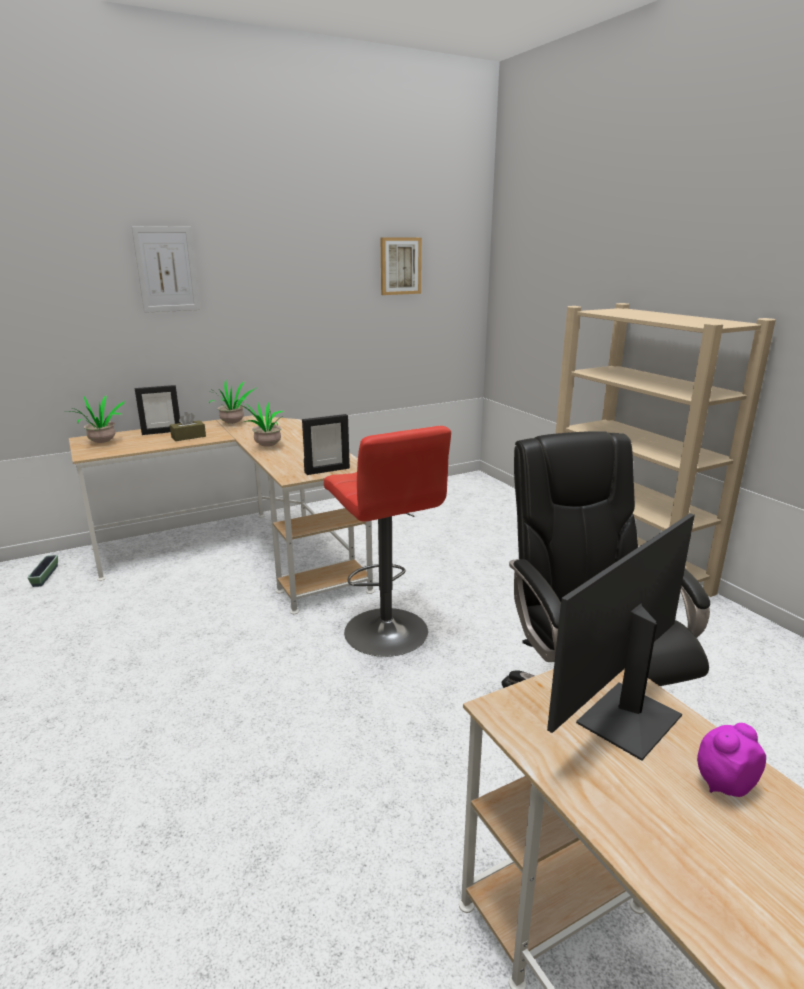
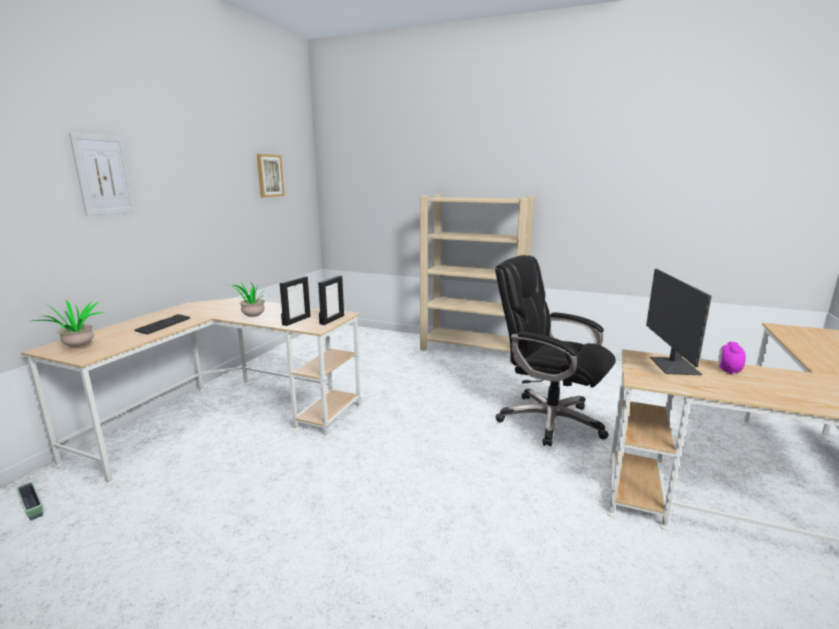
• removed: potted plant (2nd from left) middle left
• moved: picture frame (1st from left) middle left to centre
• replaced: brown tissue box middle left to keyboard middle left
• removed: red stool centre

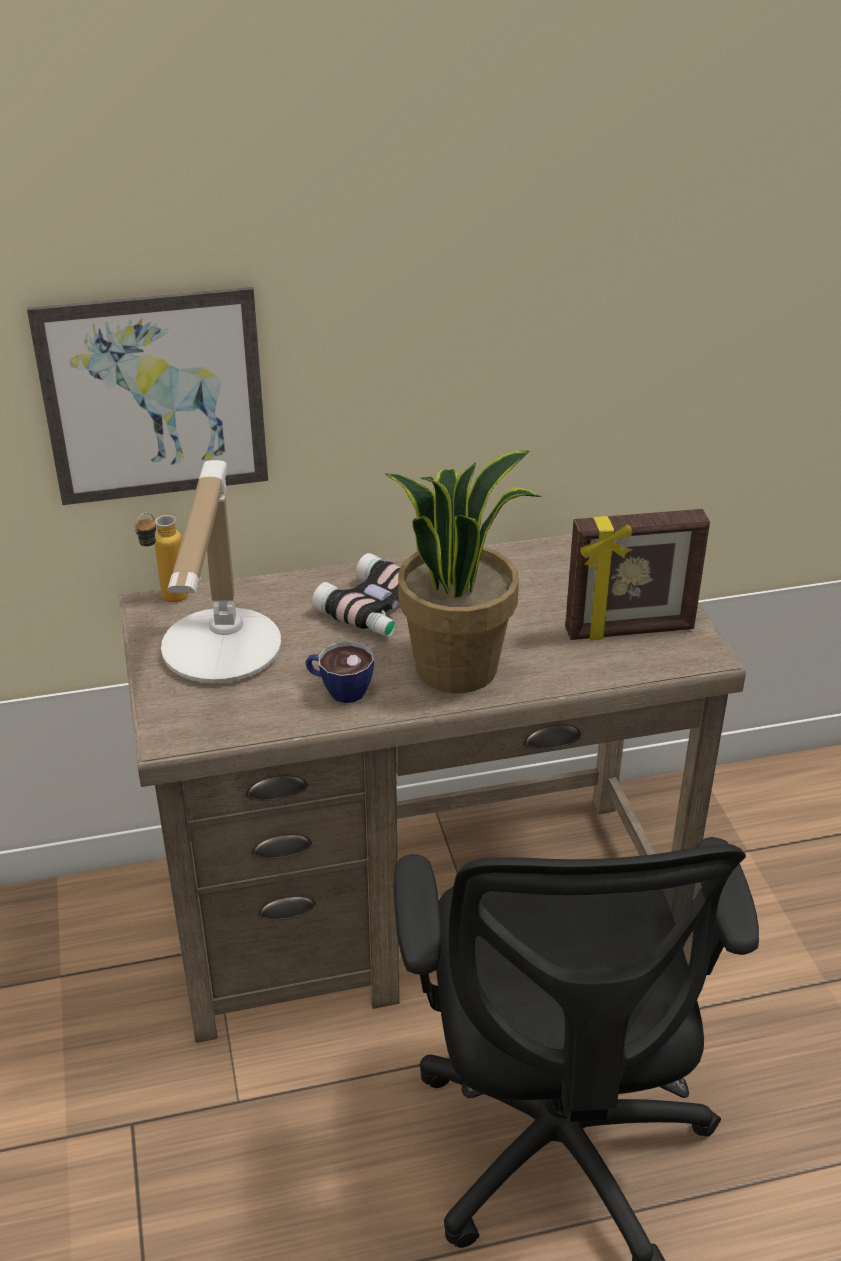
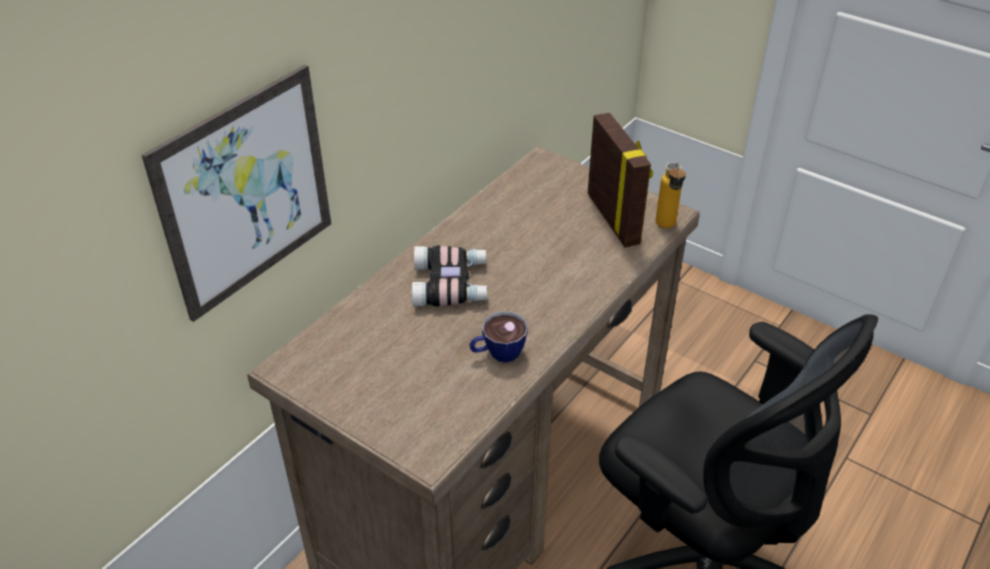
• removed: potted plant centre
• removed: table lamp middle left
• turned: picture frame middle right = top centre 60 degrees counterclockwise
• moved: bottle middle left to middle right

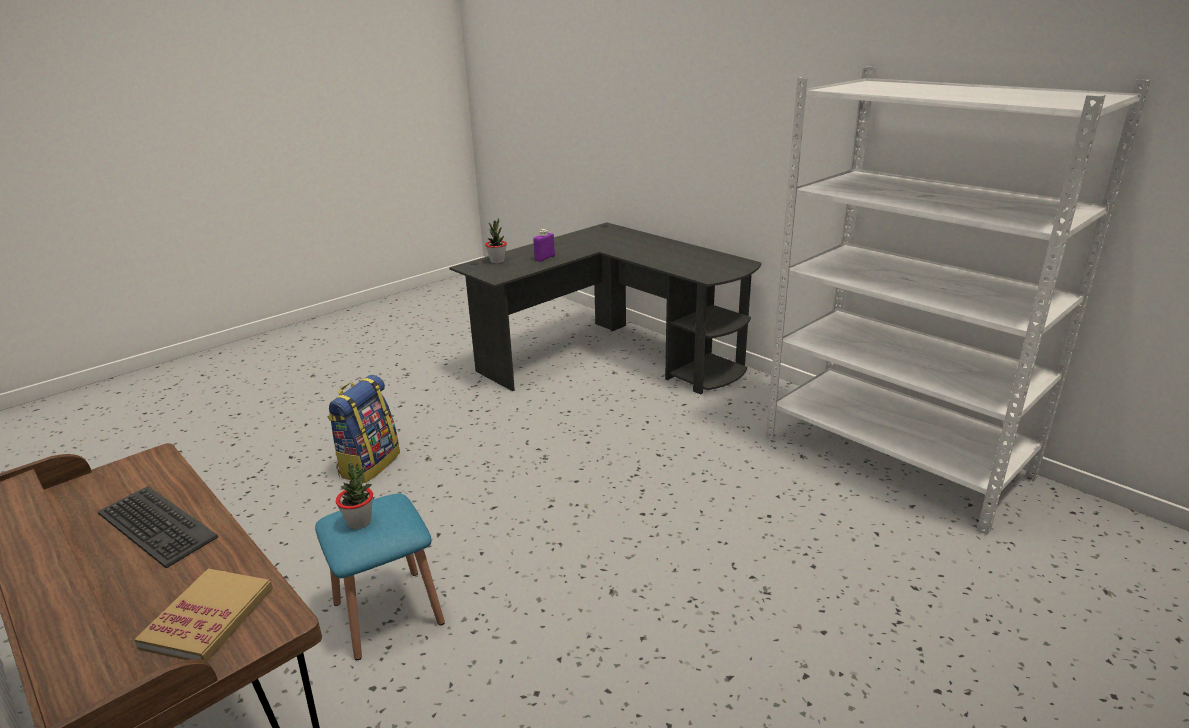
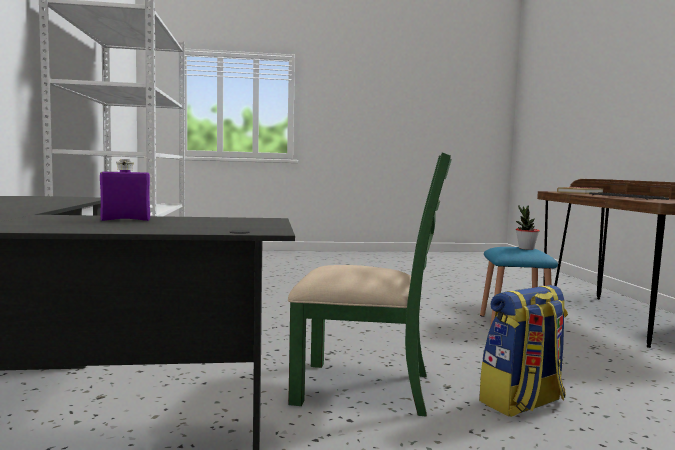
• removed: potted plant (2nd from left) top centre
• added: green chair centre

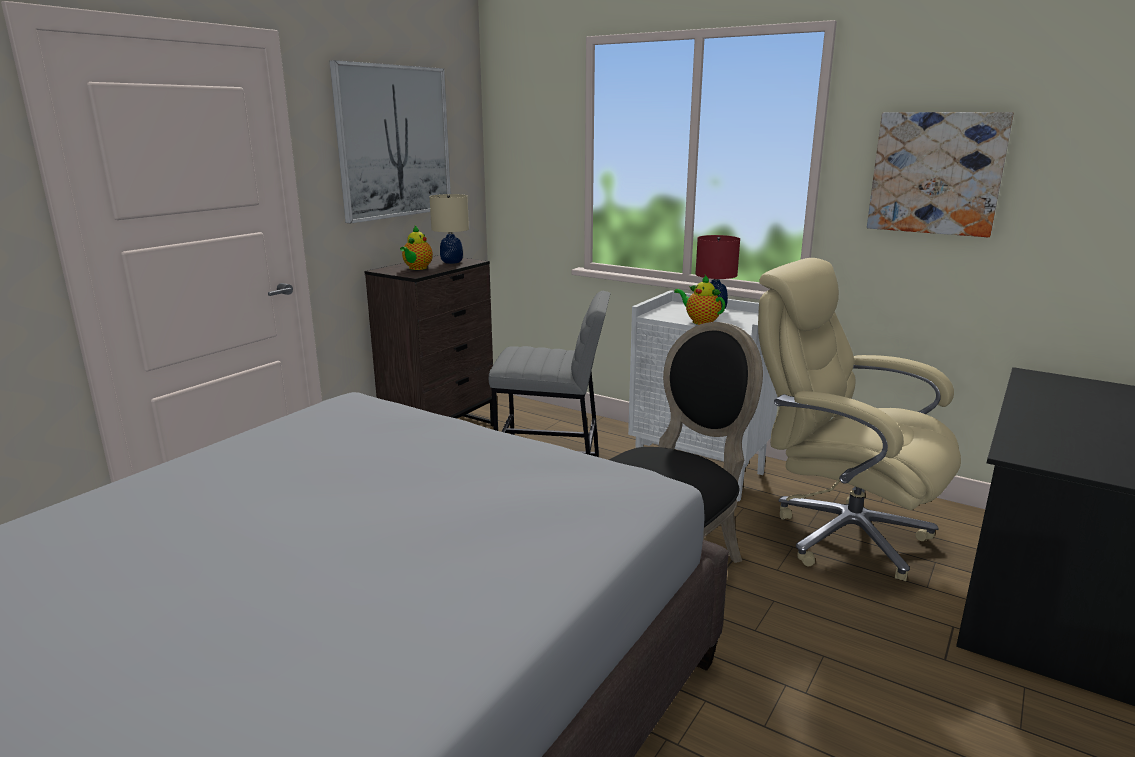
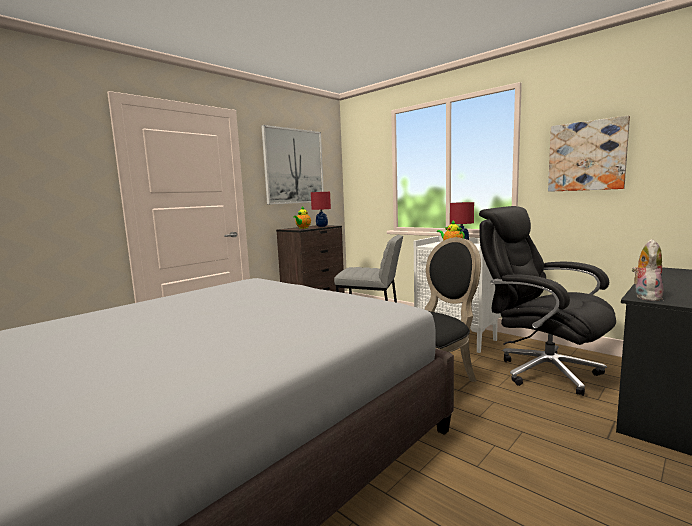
• recoloured: beige table lamp top centre to red table lamp (1st from left) centre
• recoloured: beige office chair middle right to black office chair middle right
• added: plush toy middle right

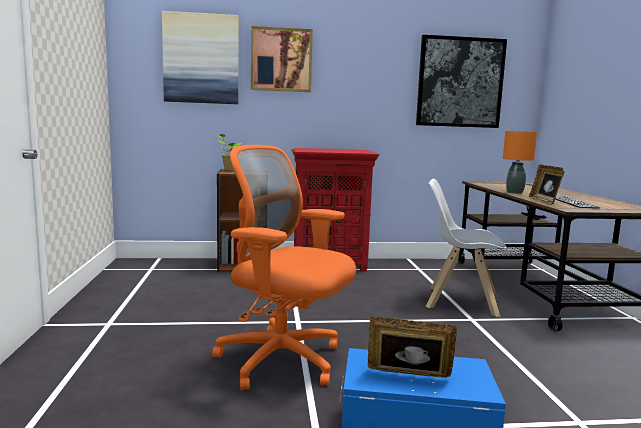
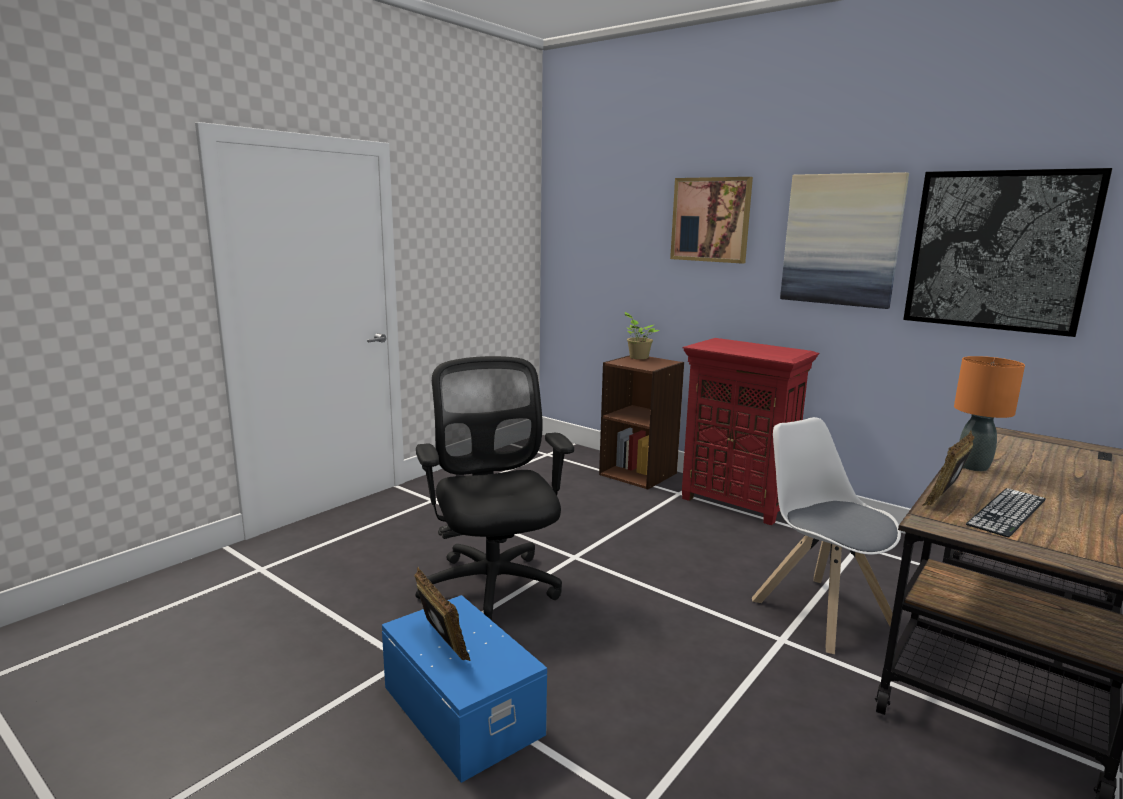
• moved: picture (1st from left in the first image) top left to picture (2nd from left) top right
• recoloured: orange office chair centre to black office chair centre

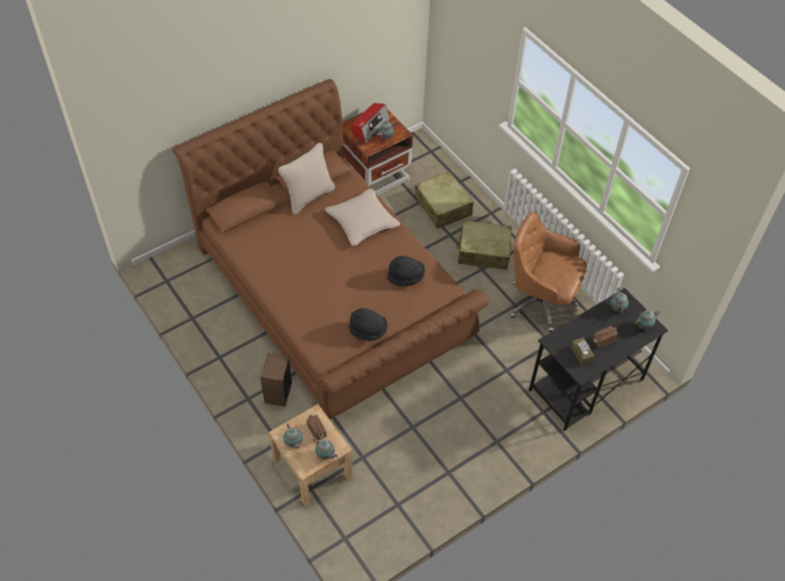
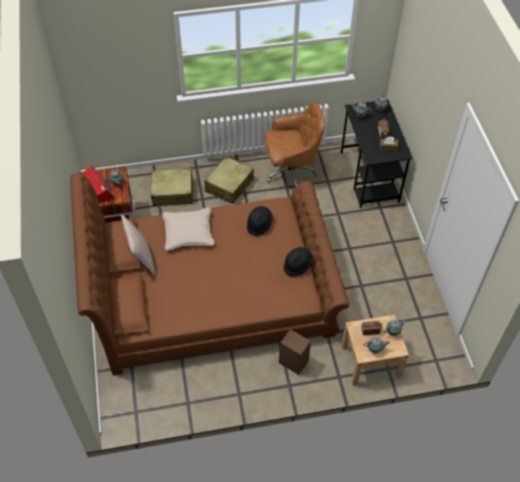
• turned: brown office chair middle right = top centre 150 degrees counterclockwise

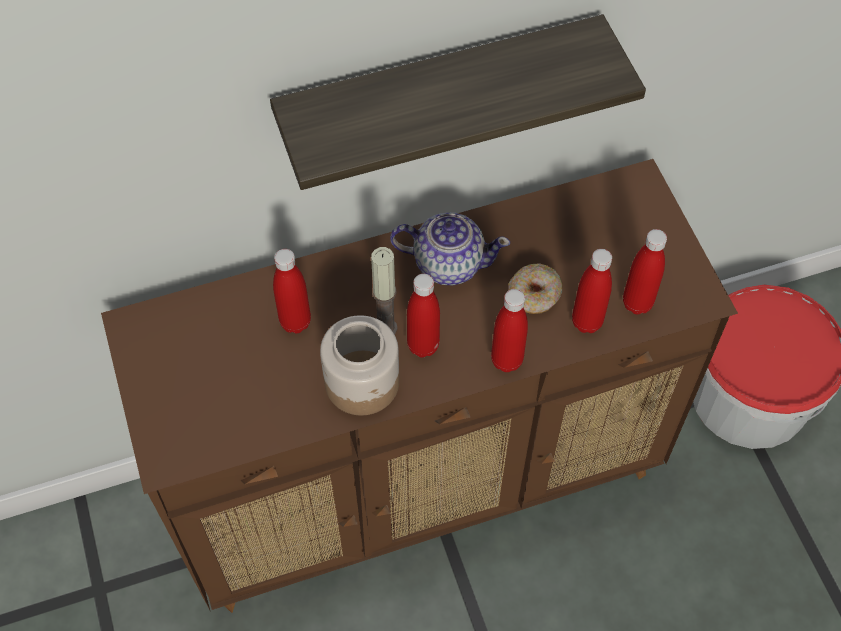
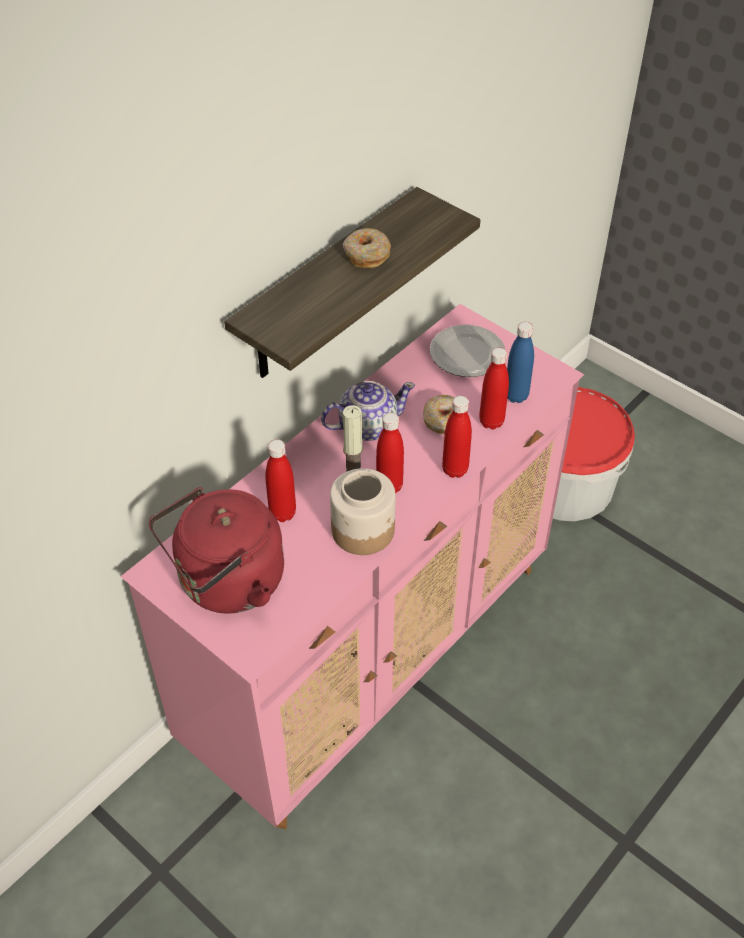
• recoloured: brown cabinet centre to pink cabinet centre
• recoloured: red bottle (5th from left) middle right to blue bottle middle right
• added: donut (1st from left) top centre
• added: plate centre
• added: red kettle middle left

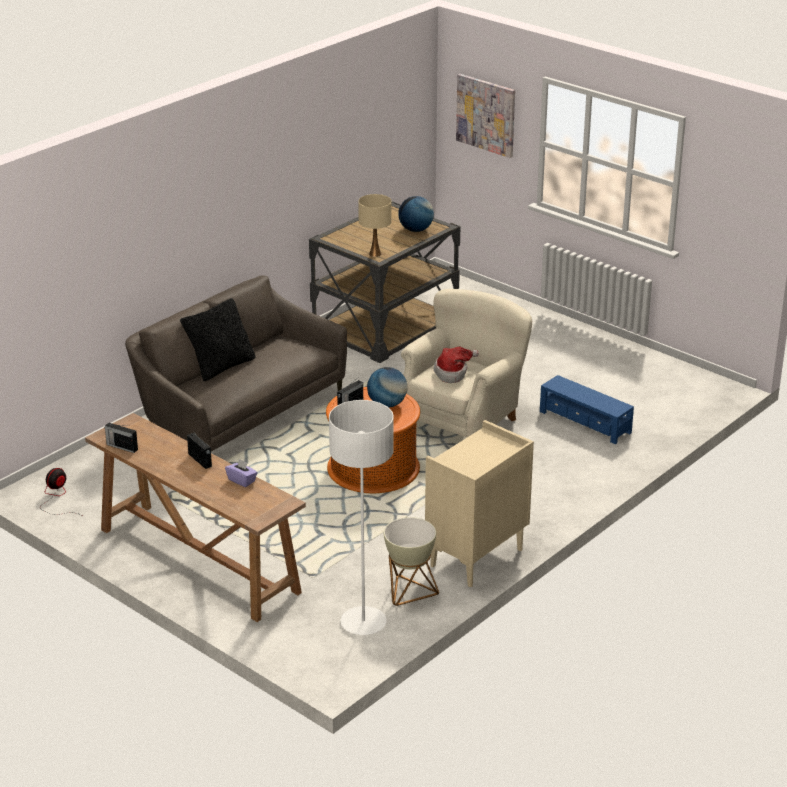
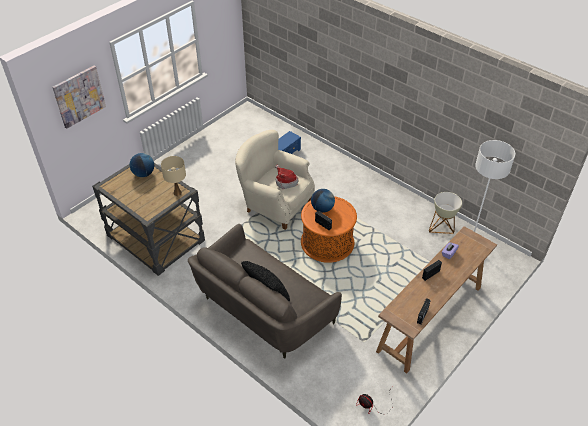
• removed: beige cabinet centre

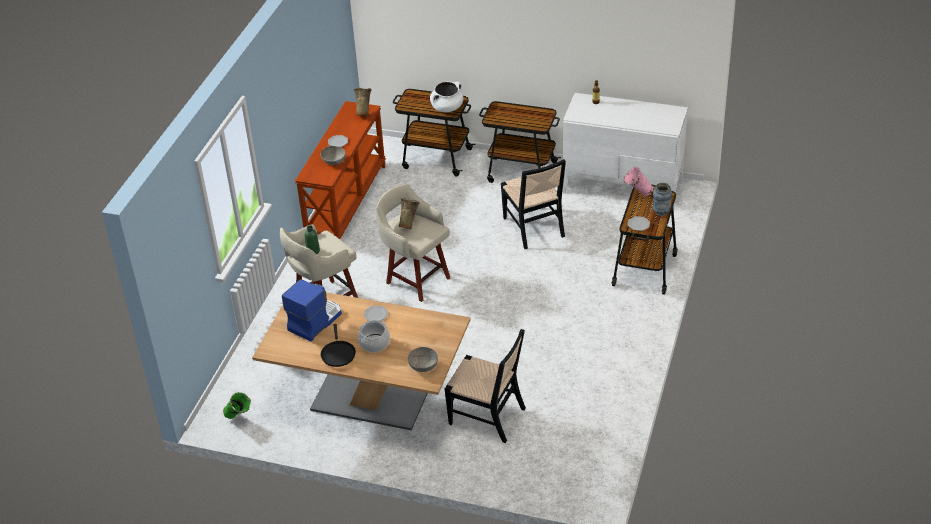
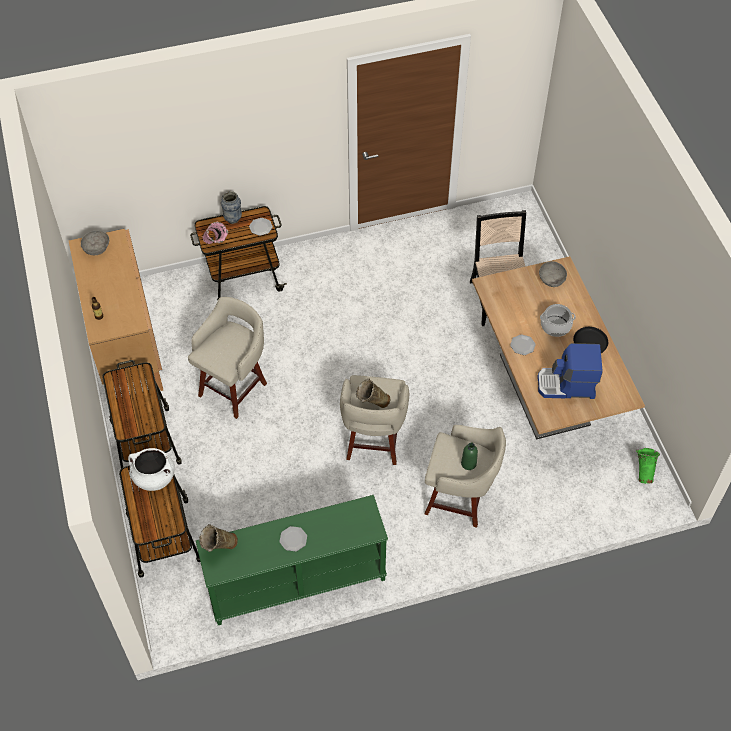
• recoloured: white cabinet top right to brown cabinet middle left
• recoloured: brown console table top centre to green console table bottom centre
• moved: grey bowl (1st from left) top centre to top left
• replaced: chair (2nd from left) centre to beige stool (1st from left) middle left

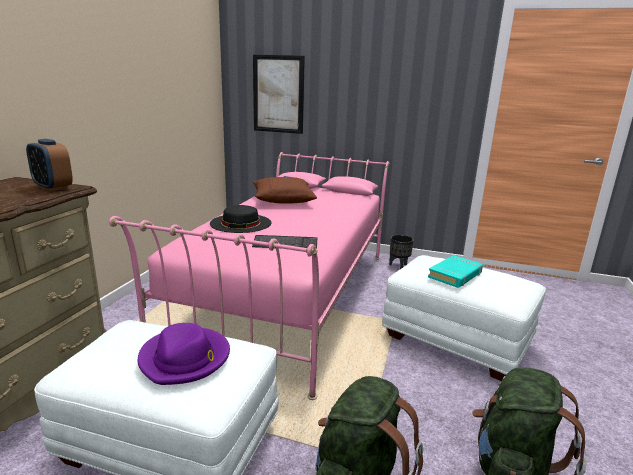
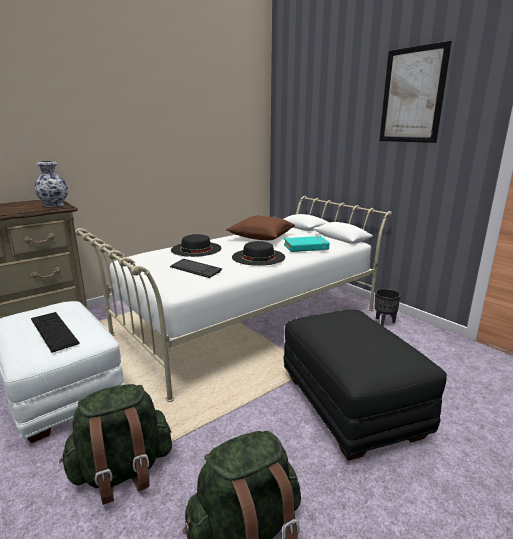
• moved: picture top centre to top right
• replaced: alarm clock middle left to vase middle left
• recoloured: pink bed centre to white bed centre
• recoloured: white ottoman (2nd from left) bottom right to black ottoman bottom right
• moved: turquoise book middle right to centre
• replaced: purple hat bottom left to keyboard (1st from left) middle left
• added: black hat (2nd from left) centre

